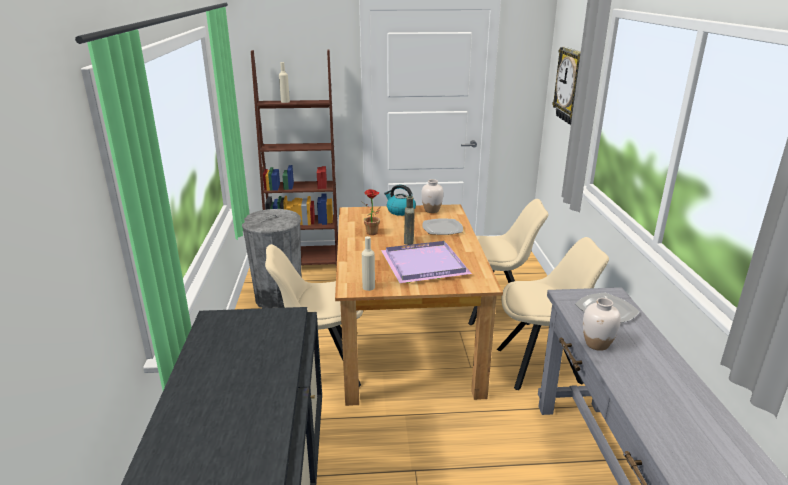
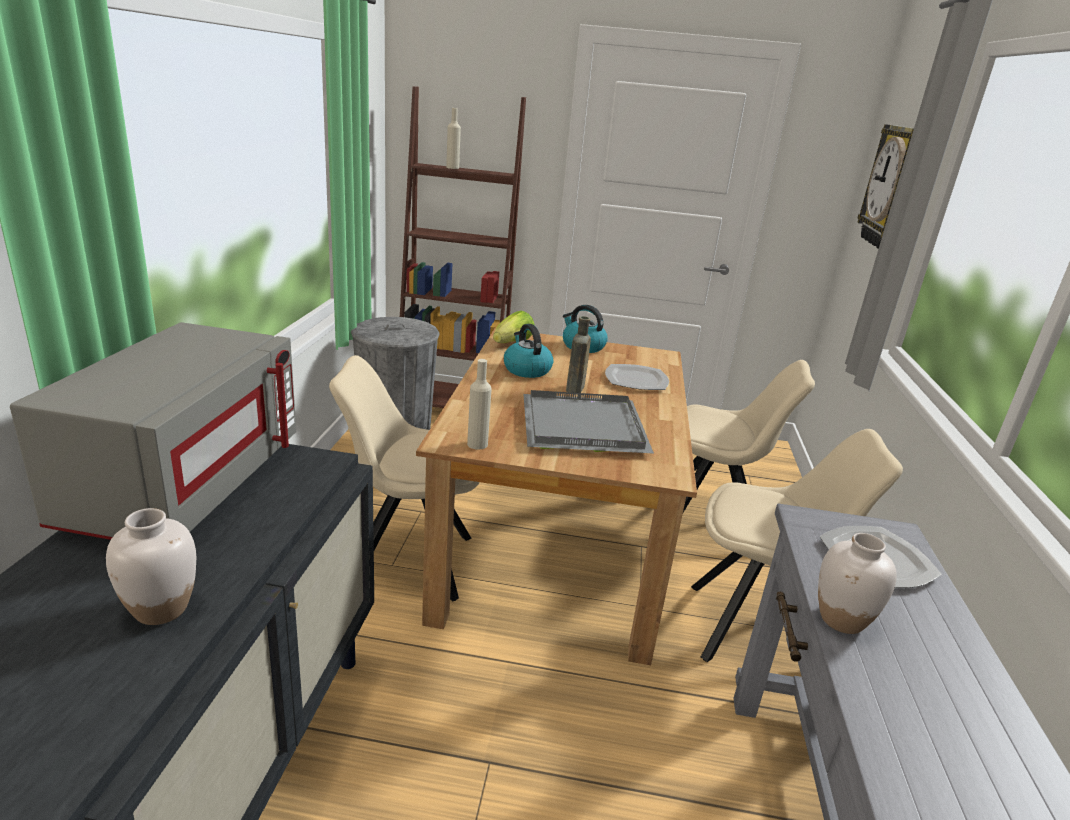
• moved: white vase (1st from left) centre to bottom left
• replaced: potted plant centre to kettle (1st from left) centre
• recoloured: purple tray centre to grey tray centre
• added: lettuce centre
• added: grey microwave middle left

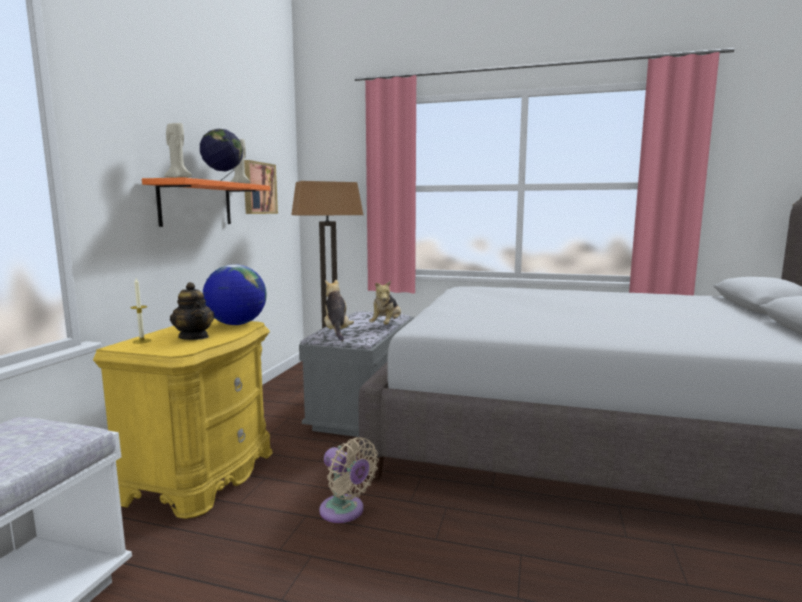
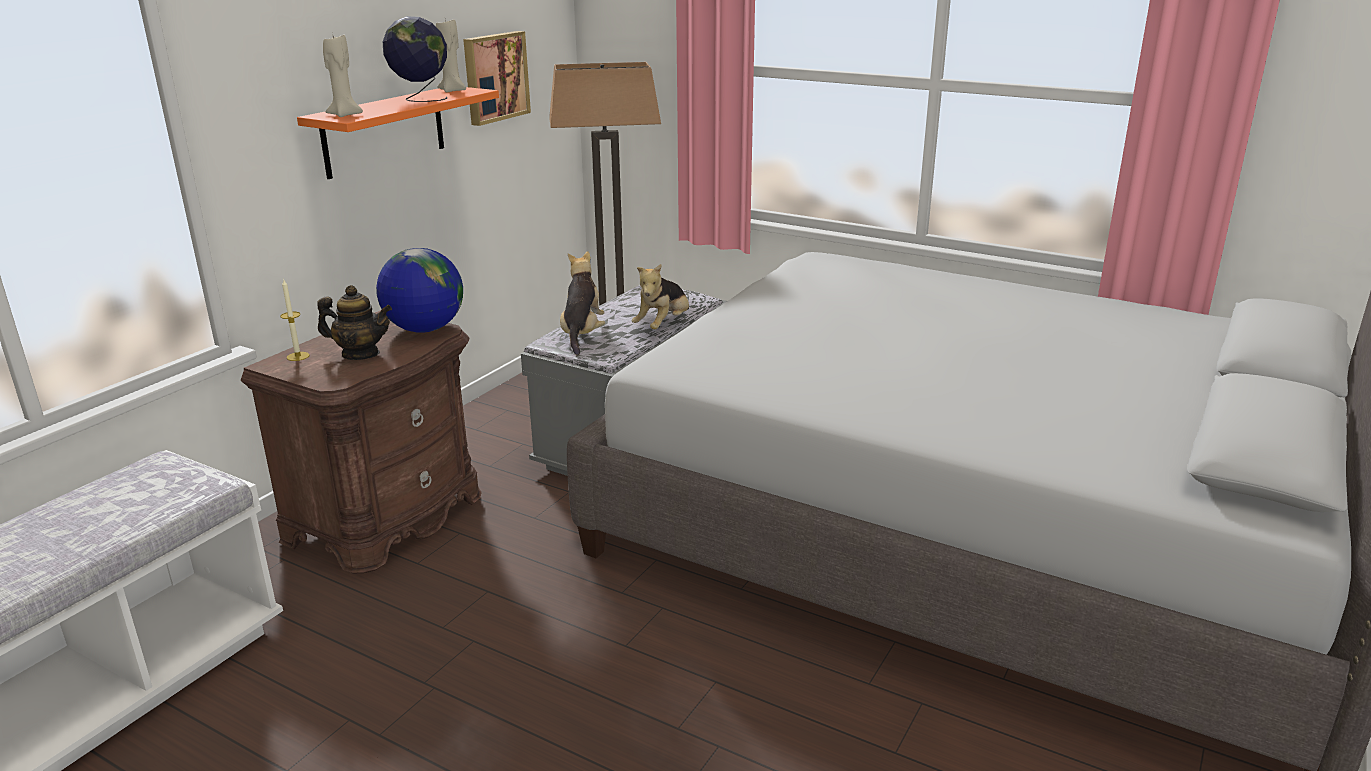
• turned: teapot middle left = middle left 60 degrees counterclockwise
• recoloured: yellow nightstand bottom left to brown nightstand middle left
• removed: beige fan bottom centre

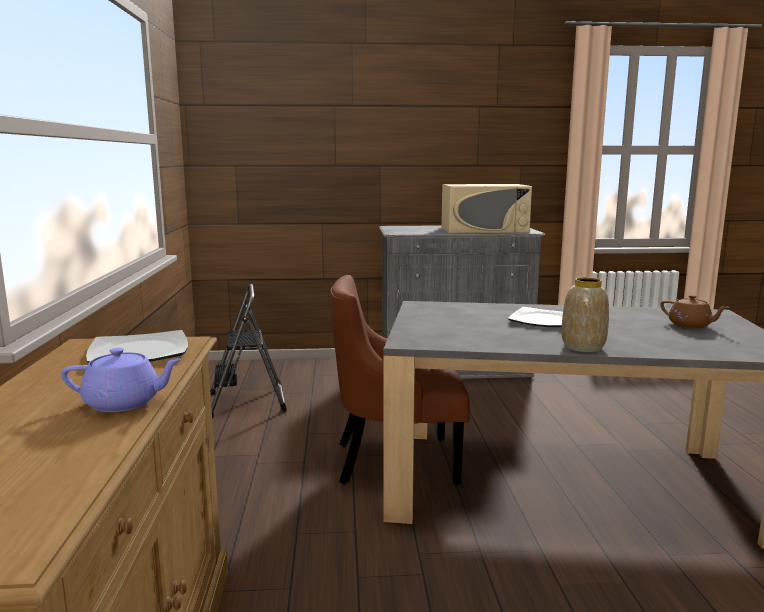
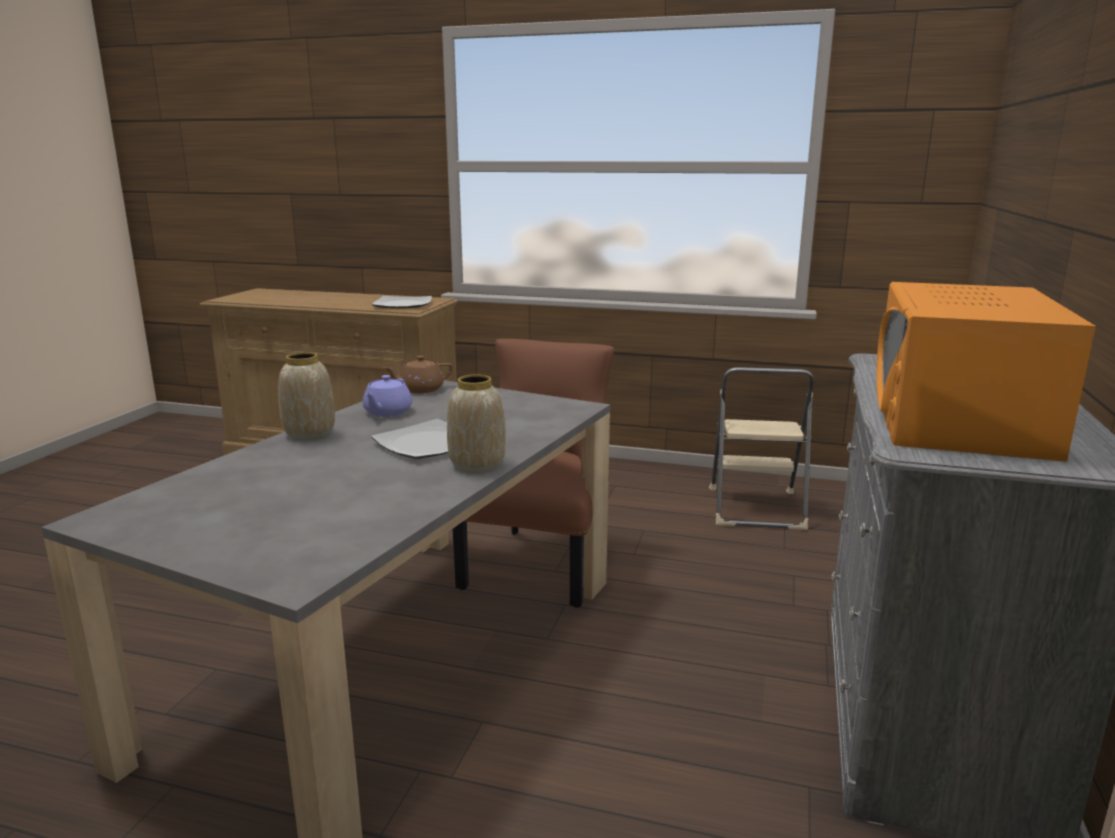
• recoloured: beige microwave centre to orange microwave middle right
• recoloured: black step ladder middle left to beige step ladder middle right
• moved: brown teapot middle right to centre
• moved: purple teapot middle left to centre
• added: vase (2nd from left) centre

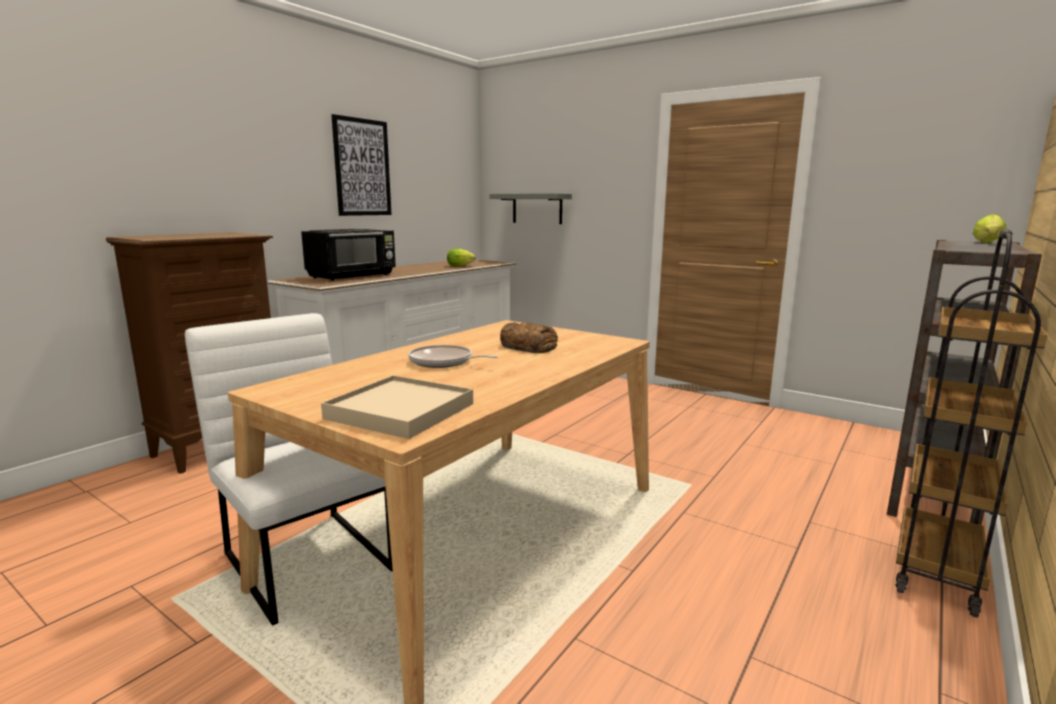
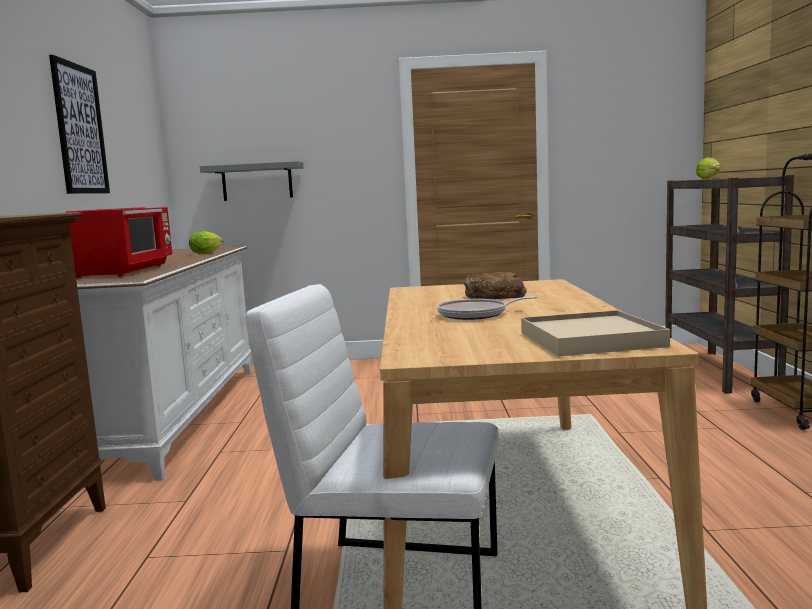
• recoloured: black microwave middle left to red microwave middle left

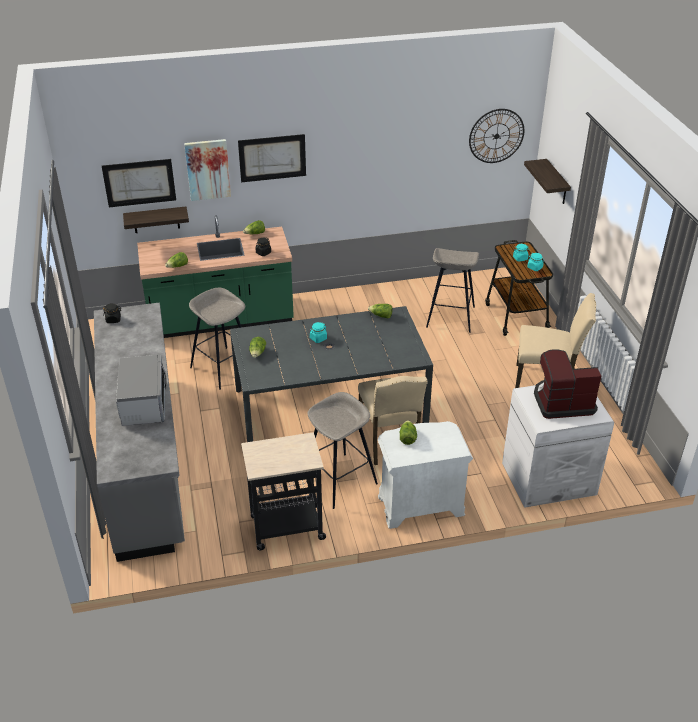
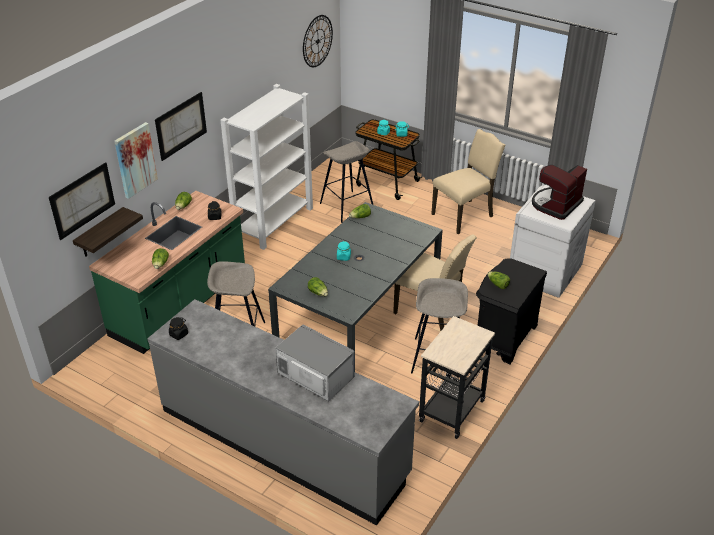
• removed: shelf (2nd from left) top right
• recoloured: white nightstand centre to black nightstand middle right
• added: white bookcase top centre

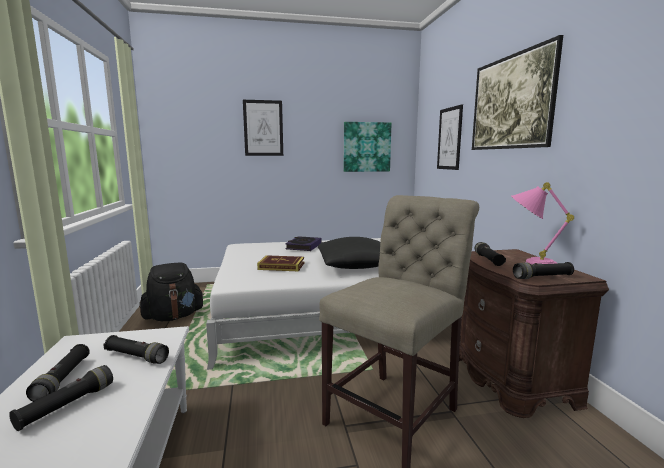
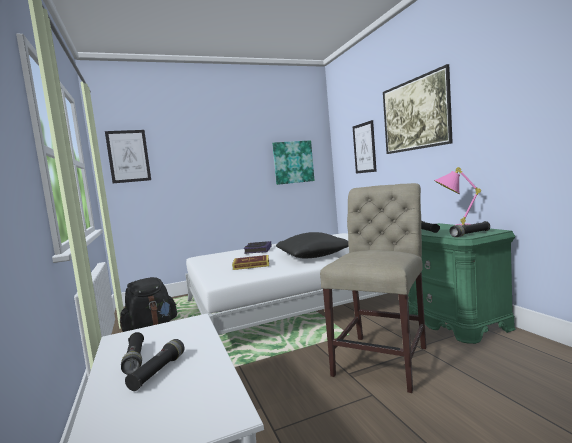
• moved: picture (1st from left) top centre to middle left
• recoloured: brown nightstand bottom right to green nightstand middle right
• removed: black flashlight (3rd from left) bottom left

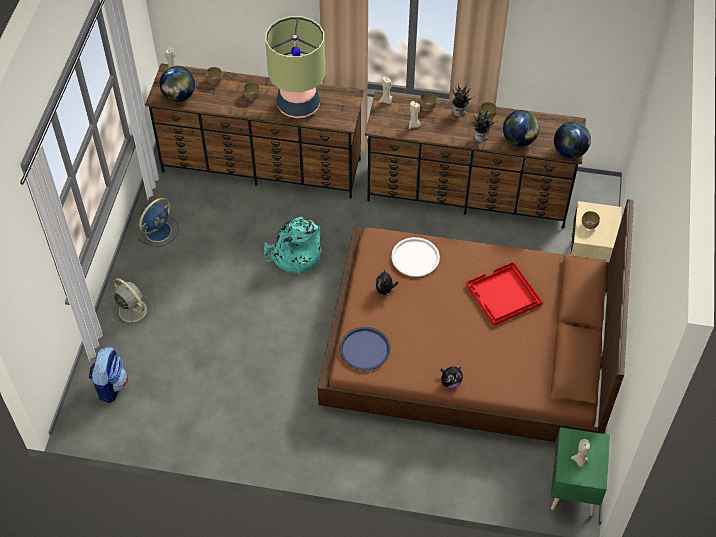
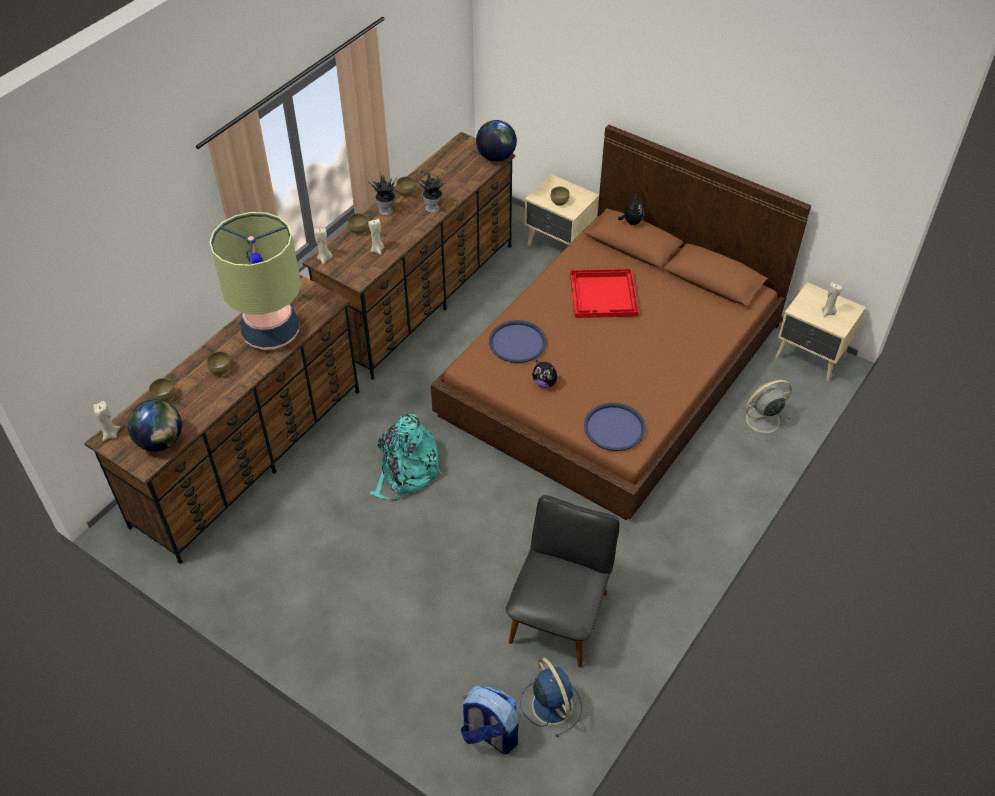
• removed: globe (2nd from left) top right
• moved: blue fan middle left to bottom centre
• recoloured: white tray centre to blue tray (1st from left) centre
• moved: grey fan middle left to middle right
• moved: plush toy (2nd from left) bottom centre to top centre
• recoloured: green nightstand bottom right to beige nightstand (2nd from left) middle right
• added: black chair bottom centre

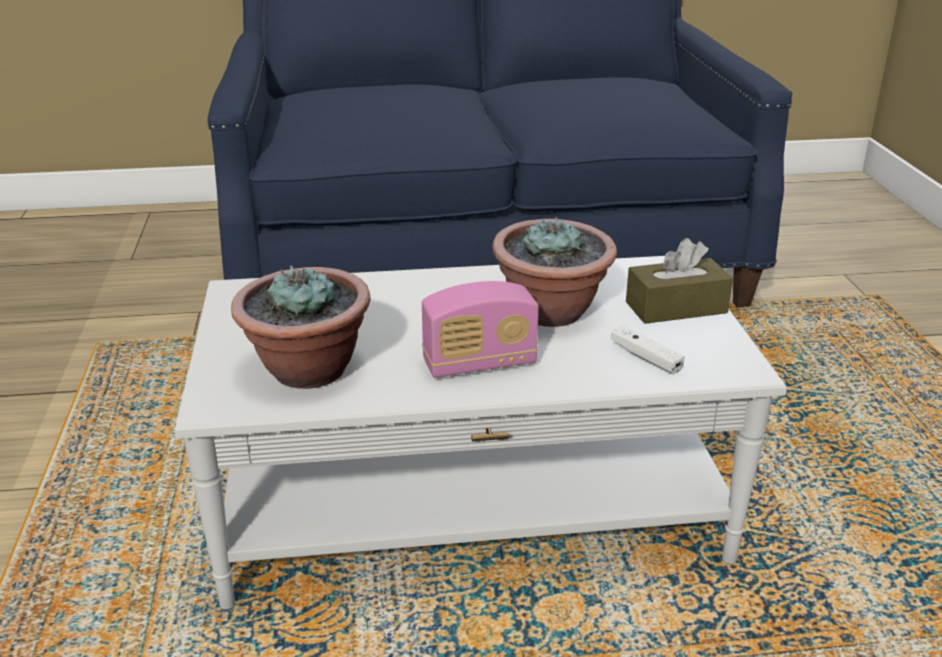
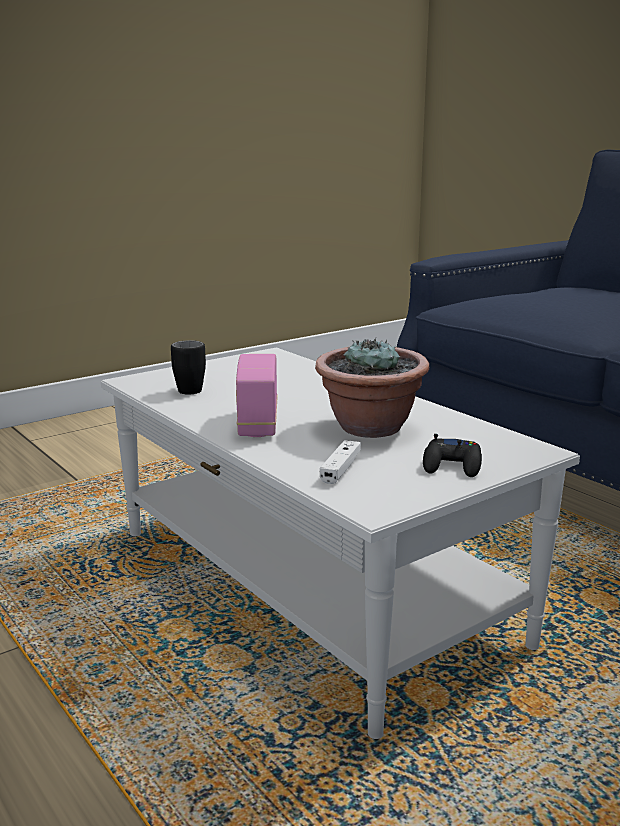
• replaced: brown tissue box middle right to black game controller middle right
• replaced: potted plant (1st from left) middle left to black mug middle left
• turned: radio centre = centre 45 degrees clockwise

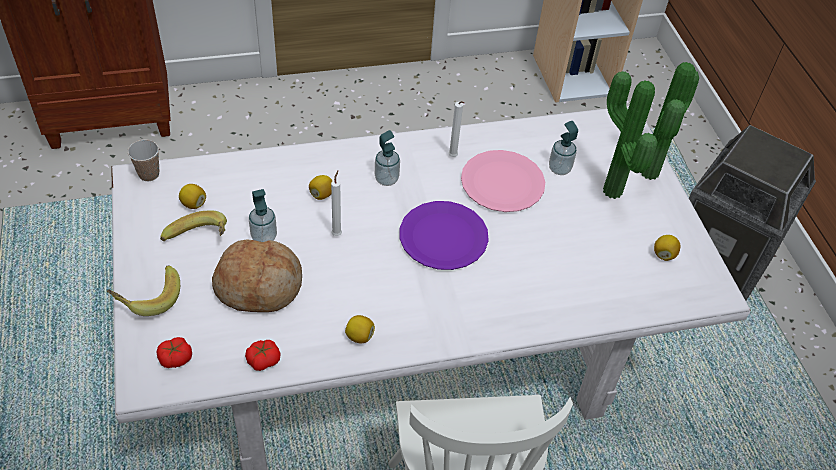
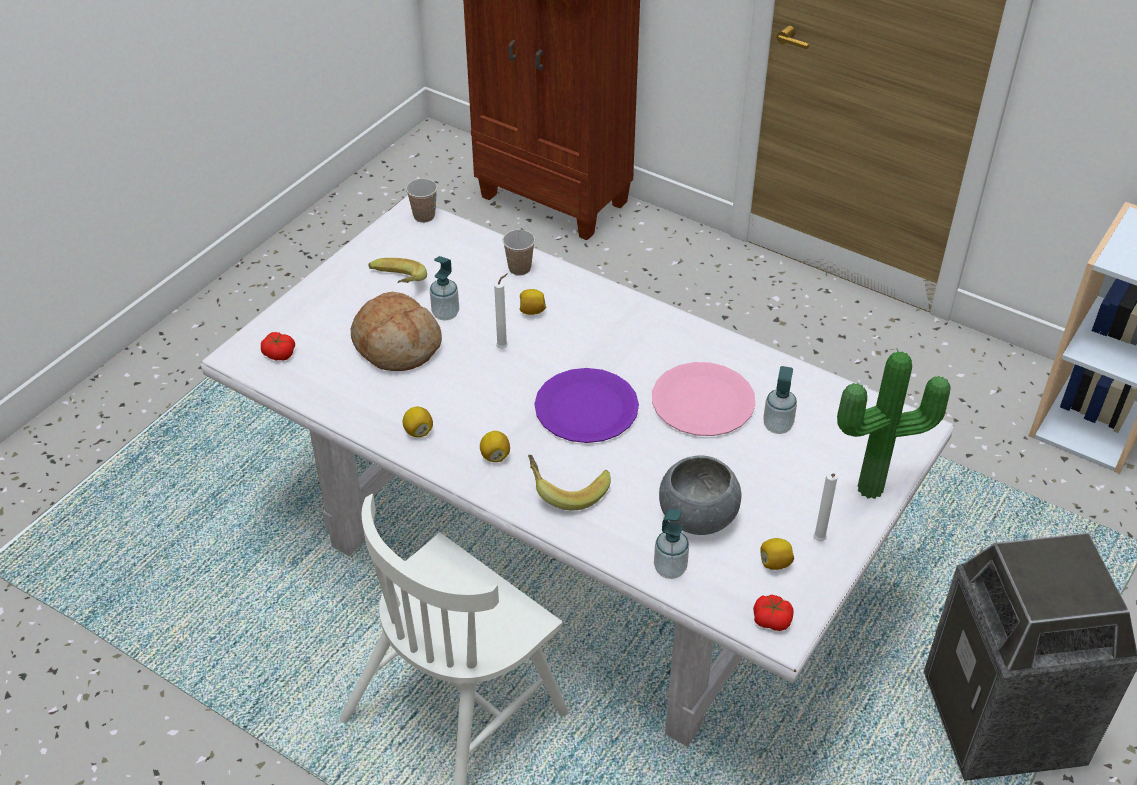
• removed: potted plant (1st from left) top right
• moved: white candle (2nd from left) top centre to middle right
• moved: soap dispenser (2nd from left) centre to bottom centre
• moved: lemon (1st from left in the first image) middle left to lemon (2nd from left) centre
• moved: banana (1st from left in the first image) middle left to banana (2nd from left) centre
• moved: tomato (2nd from left) bottom left to bottom right
• added: cup (2nd from left) top centre
• added: grey bowl centre

